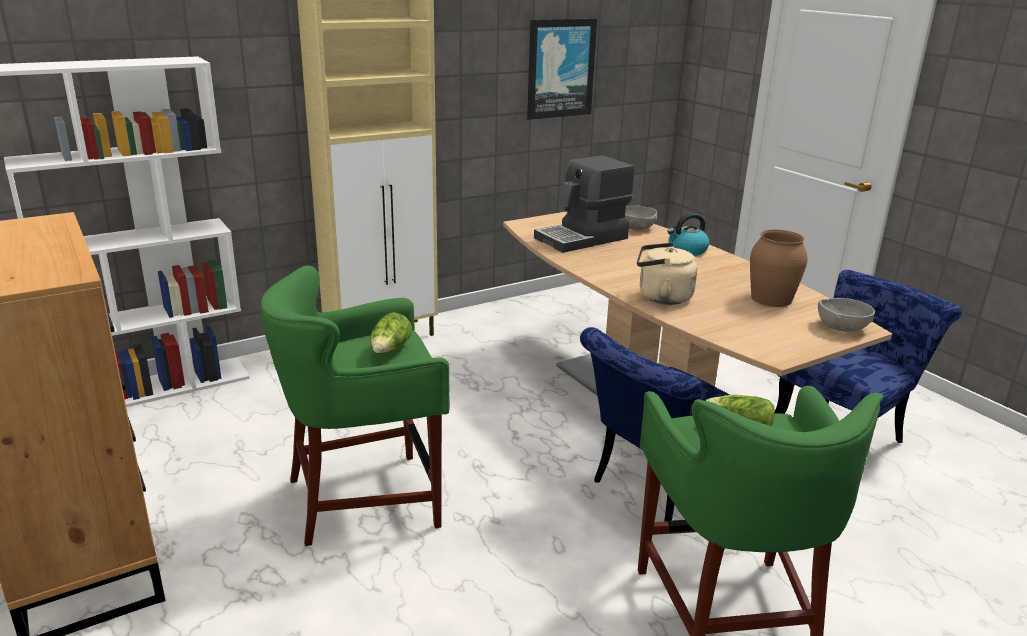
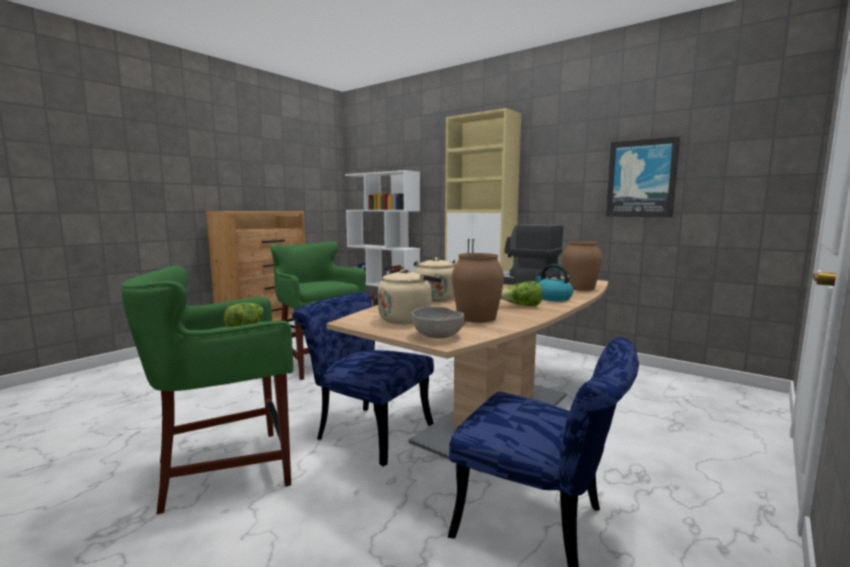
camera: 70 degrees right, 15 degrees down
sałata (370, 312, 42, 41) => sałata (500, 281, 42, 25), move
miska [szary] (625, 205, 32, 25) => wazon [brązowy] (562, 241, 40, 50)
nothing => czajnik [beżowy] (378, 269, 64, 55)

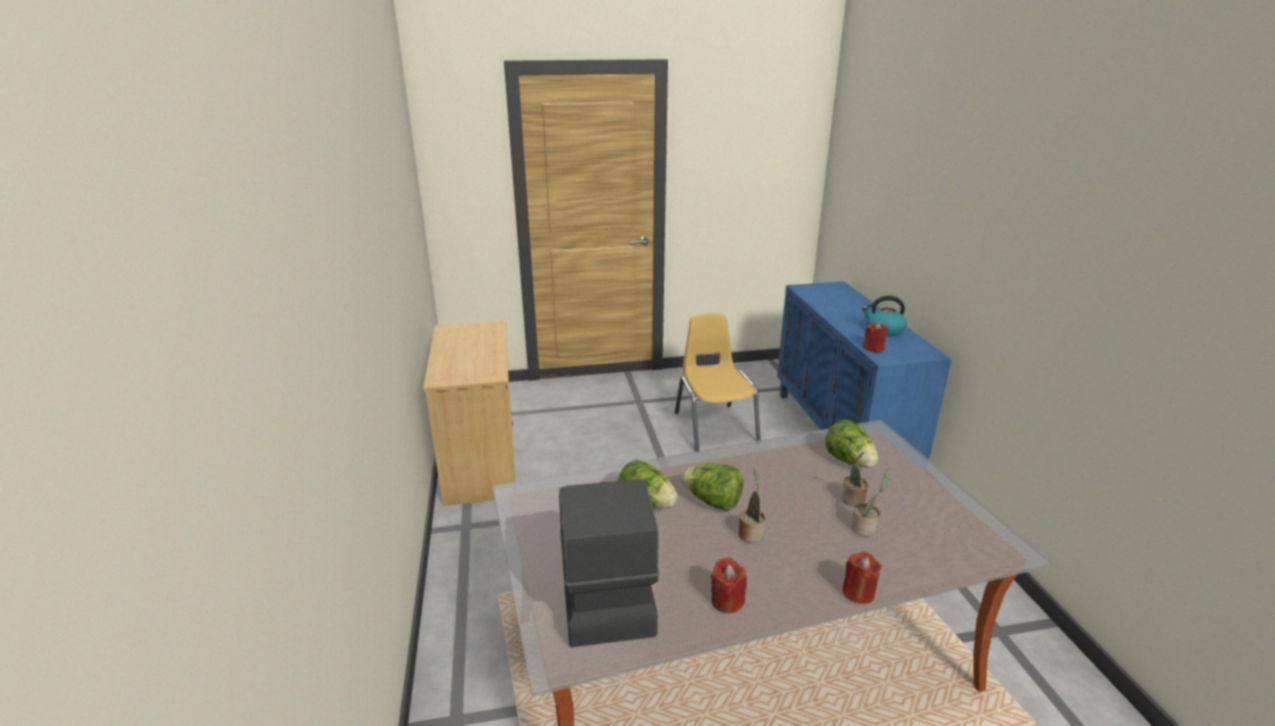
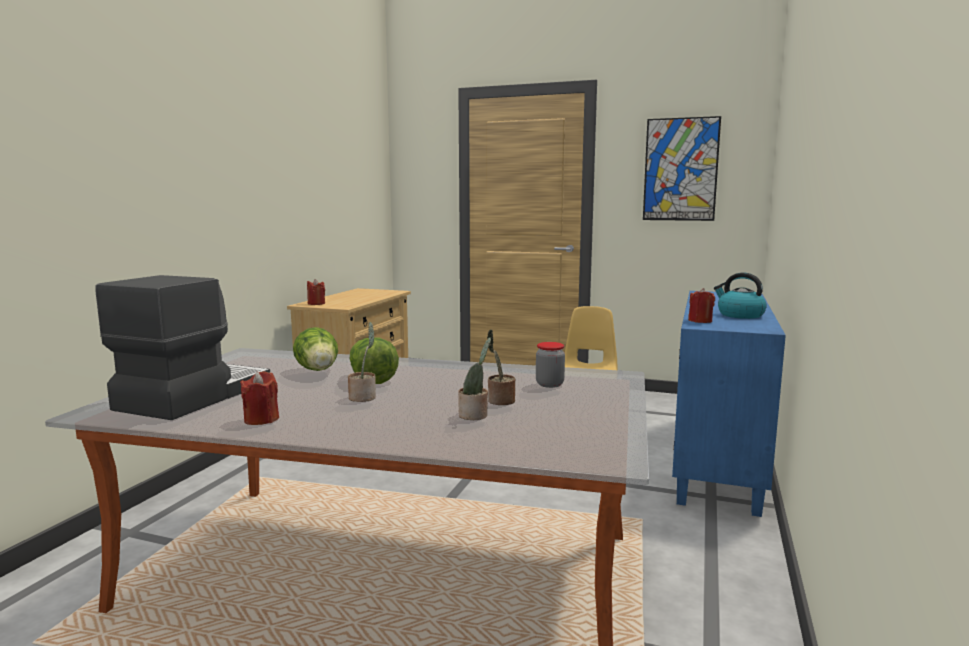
camera: 30 degrees right, 15 degrees down
sałata (825, 420, 53, 48) => słoik (536, 342, 29, 46)
świeca [czerwony] (842, 552, 40, 52) => świeca [czerwony] (307, 279, 18, 26), move
nothing => obraz (643, 116, 78, 105)

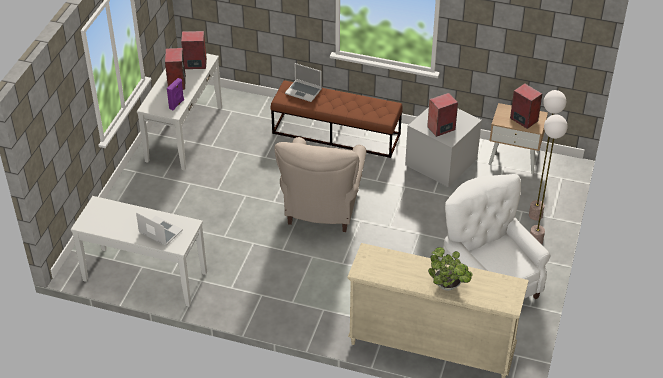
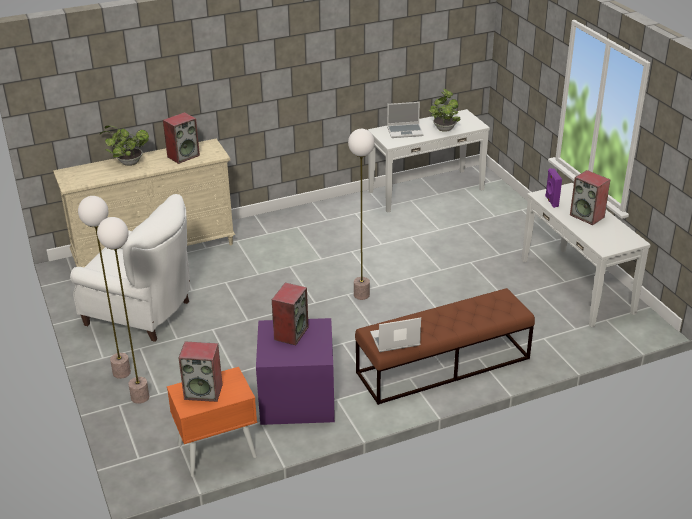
camera: 140 degrees right, 10 degrees down
głośnik (181, 31, 26, 38) => głośnik (163, 112, 37, 52), move
fotel [beżowy] (274, 137, 92, 95) => lampa stojąca (348, 129, 27, 171)
laptop (285, 63, 37, 39) => laptop (370, 317, 51, 35), move
pojemnik do przechowywania [szary] (405, 107, 77, 80) => pojemnik do przechowywania [fioletowy] (256, 318, 79, 107)
szafka nocna [beżowy] (489, 103, 59, 71) => szafka nocna [pomarańczowy] (167, 367, 90, 110)
nothing => roślina doniczkowa (429, 89, 31, 43)

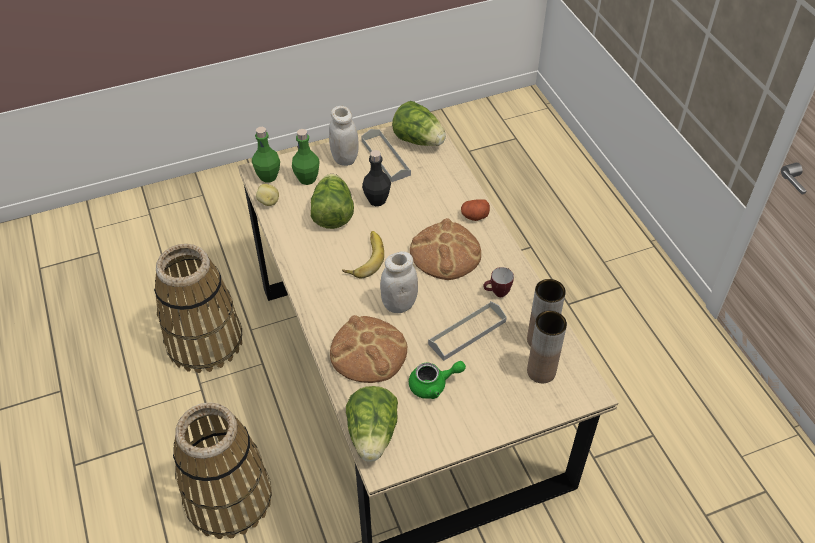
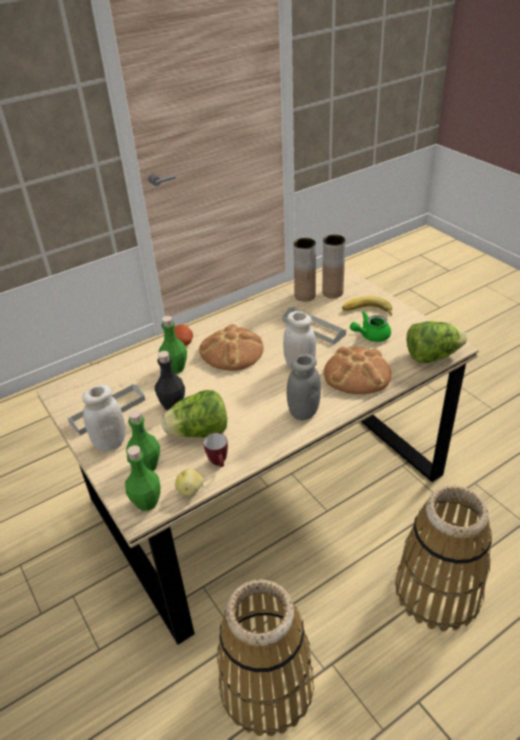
camera: 100 degrees left, 10 degrees down
banan (342, 231, 42, 47) => banan (342, 296, 50, 20), move
sałata (392, 101, 54, 45) => nothing
imbryk [zielony] (409, 361, 57, 38) => imbryk [zielony] (350, 311, 41, 31), 90 degrees counterclockwise
kubek (483, 267, 31, 30) => kubek (204, 433, 24, 34), move
nothing => butelka [zielony] (159, 316, 28, 58)
nothing => słoik [szary] (287, 354, 34, 66)

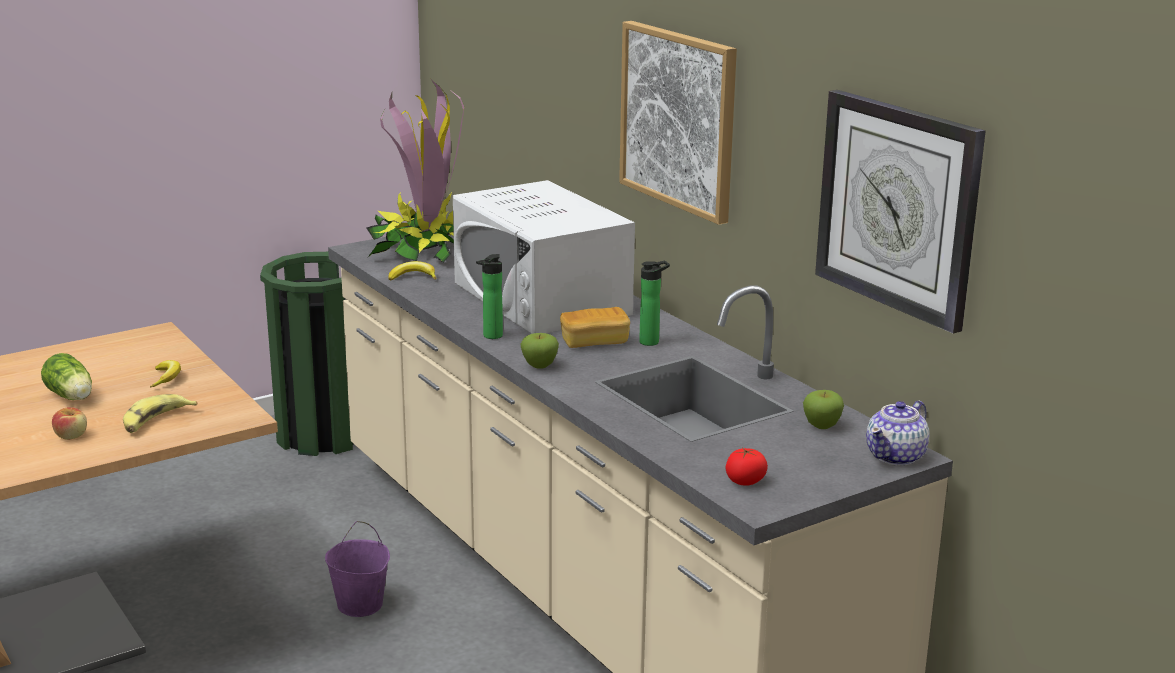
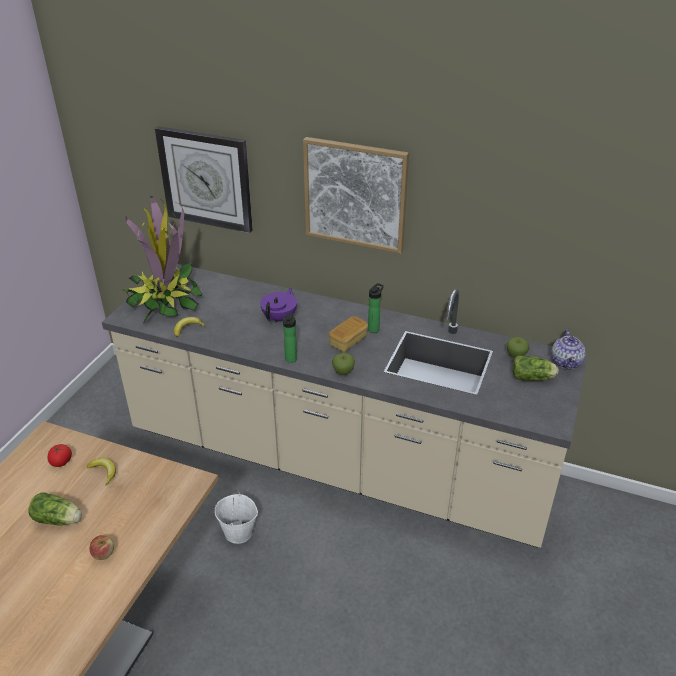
camera: 35 degrees left, 15 degrees up
banan (123, 394, 75, 39) => nothing
kosz na śmieci [zielony] (260, 252, 93, 204) => nothing
wiadro [fioletowy] (325, 521, 65, 96) => wiadro [biały] (215, 491, 43, 53)
mikrofalówka [biały] (453, 180, 182, 154) => imbryk [fioletowy] (260, 288, 37, 35)
pomidor (725, 448, 43, 38) => pomidor (48, 444, 24, 23), move
zegar ścienny (815, 90, 171, 244) => zegar ścienny (155, 126, 98, 107), move
nothing => sałata (512, 355, 46, 26)

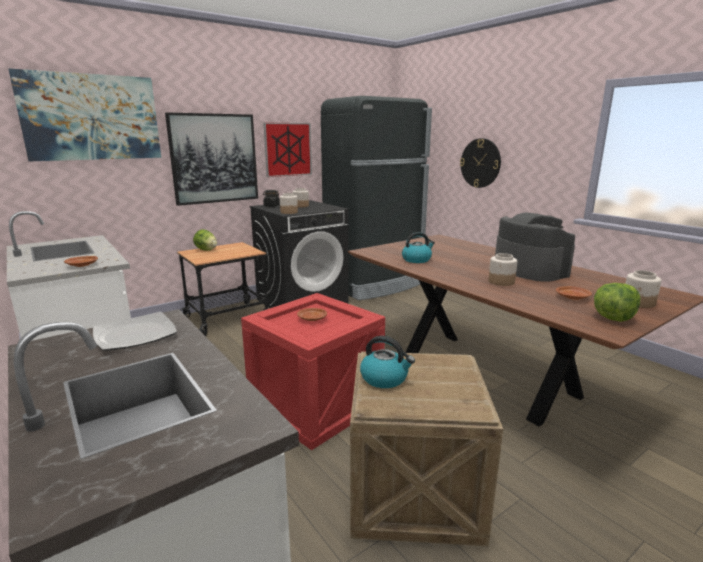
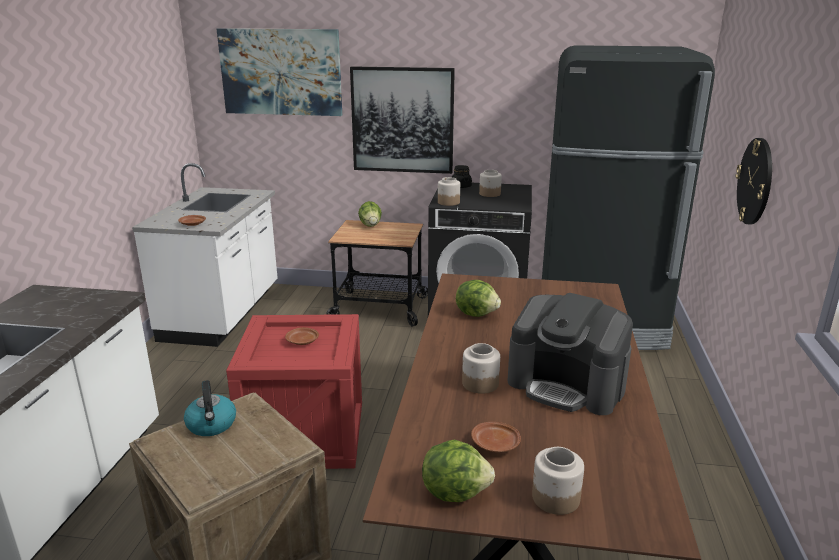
camera: 45 degrees right, 5 degrees up
talerz (93, 312, 84, 39) => nothing
obraz (263, 123, 49, 54) => nothing
czajnik (402, 232, 33, 31) => sałata (456, 280, 45, 37)
ekspres do kawy (495, 213, 80, 69) => ekspres do kawy (508, 293, 125, 122), 105 degrees clockwise

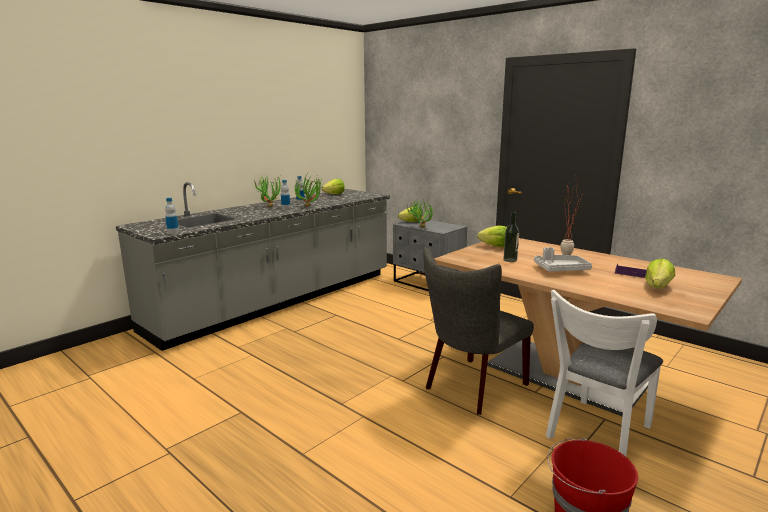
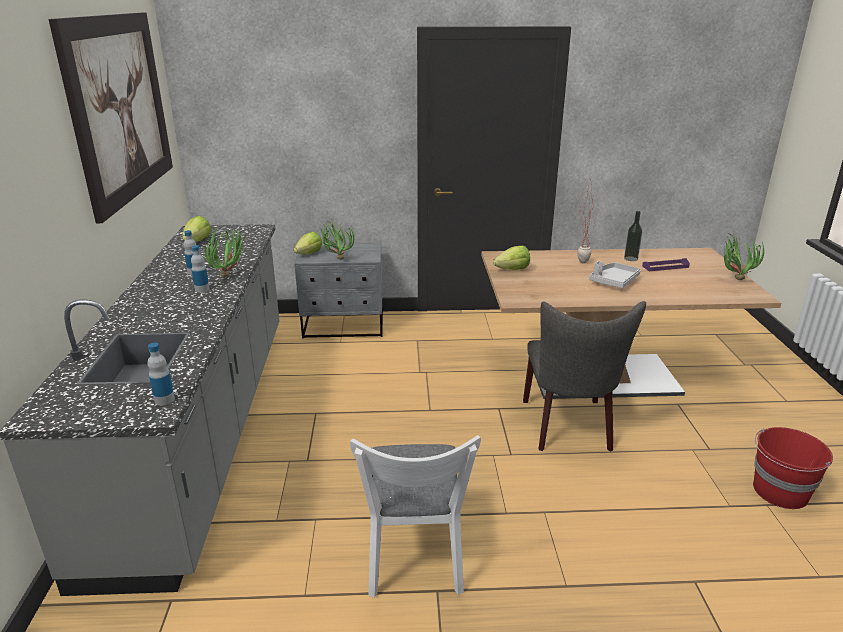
camera: 45 degrees left, 10 degrees up
roślina doniczkowa (253, 175, 29, 33) => roślina doniczkowa (723, 231, 41, 49), move
butelka (504, 211, 15, 51) => butelka (624, 211, 18, 50), move
krzesło [biały] (546, 290, 117, 166) => krzesło [biały] (350, 435, 131, 163), move
sałata (645, 258, 30, 30) => nothing
nothing => obraz (48, 13, 125, 210)

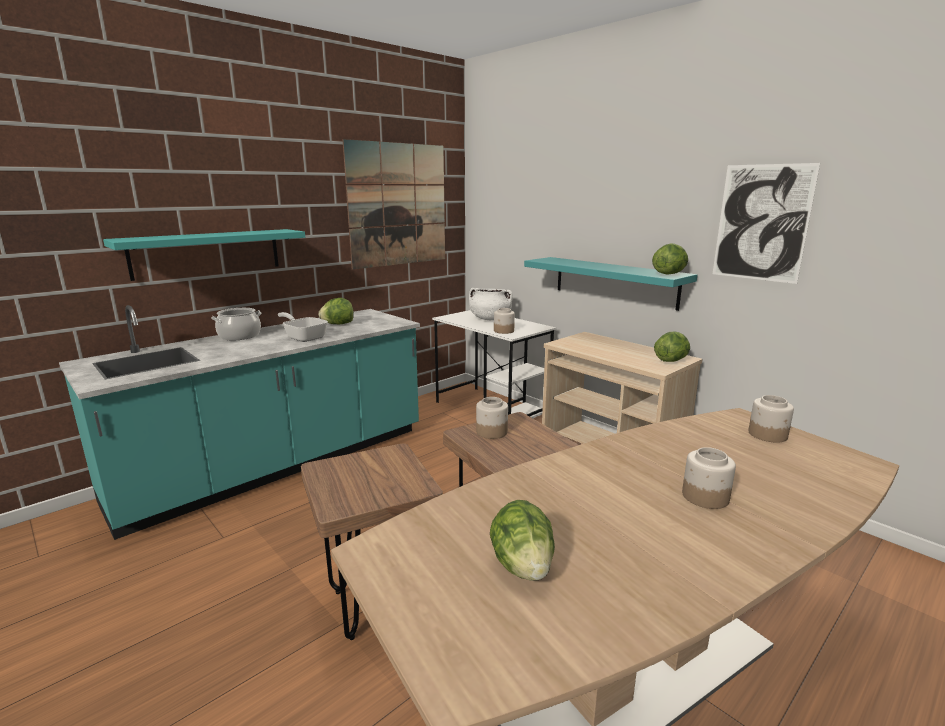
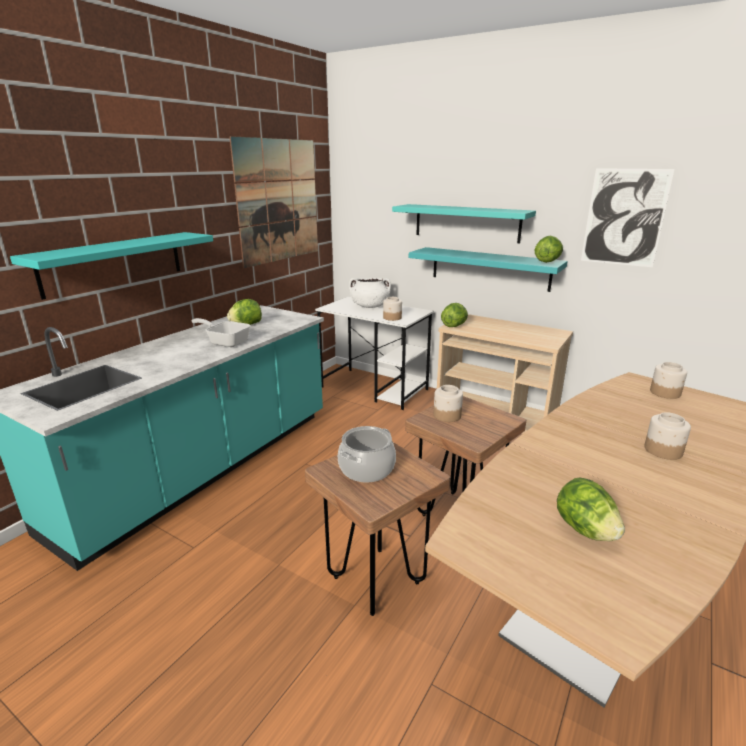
camera: 15 degrees left, 5 degrees up
garnek (211, 308, 51, 32) => garnek (338, 426, 58, 56), move
sałata (654, 332, 36, 30) => sałata (441, 303, 27, 24), move
nothing => półka [turkusowy] (392, 204, 144, 39)

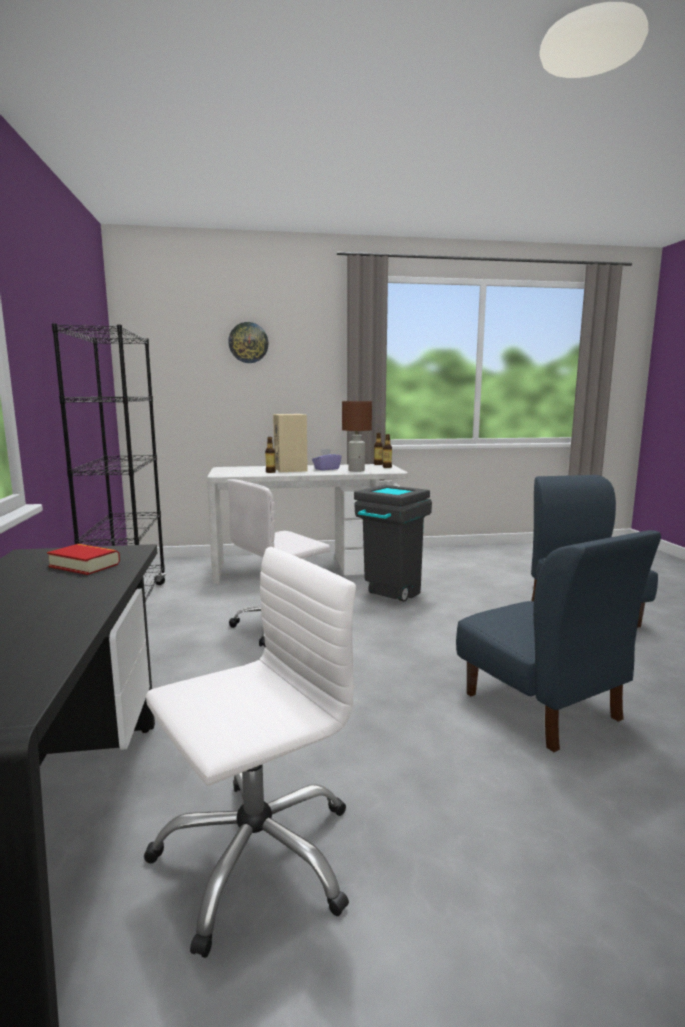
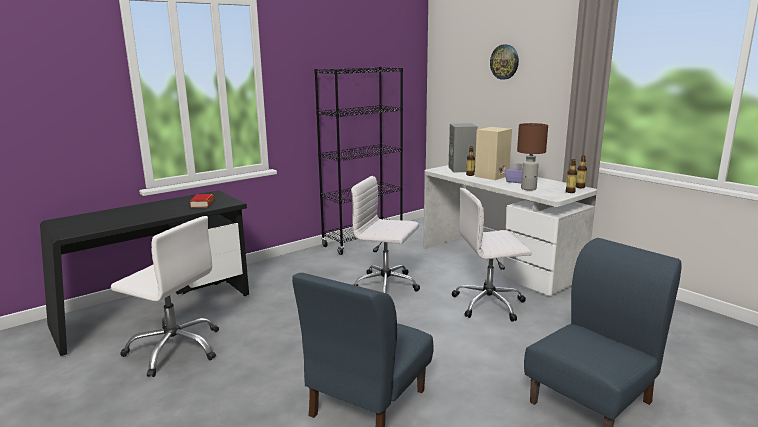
camera: 60 degrees right, 5 degrees up
kosz na śmieci [szary] (354, 485, 78, 117) => krzesło biurowe [biały] (452, 188, 80, 134)
nothing => głośnik [szary] (449, 123, 29, 49)

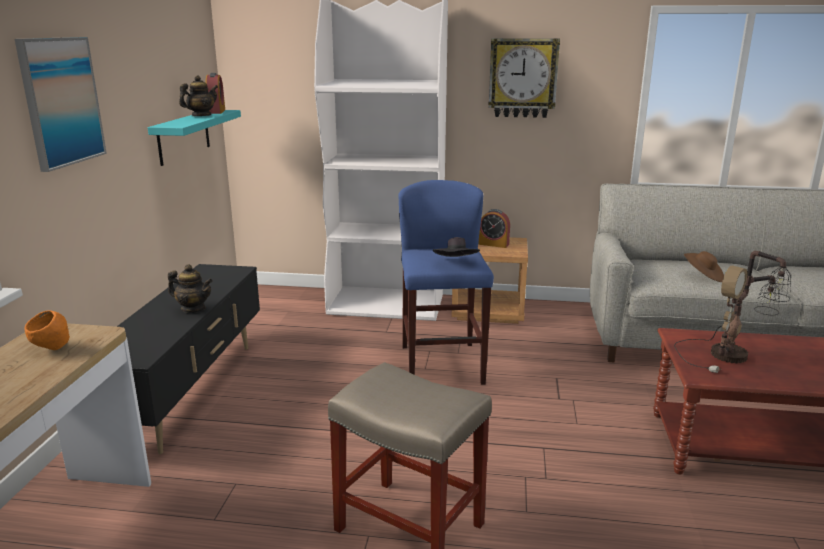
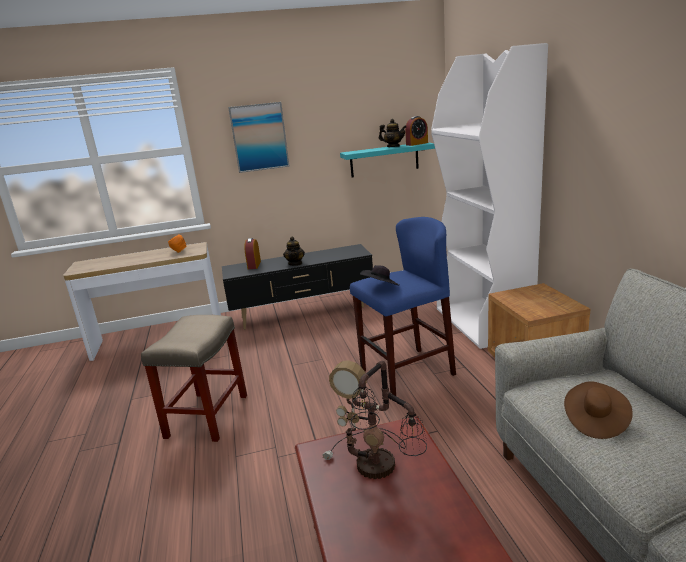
camera: 70 degrees right, 0 degrees up
budzik (478, 209, 32, 39) => budzik (245, 238, 16, 31), move
zegar ścienny (489, 38, 71, 80) => nothing

